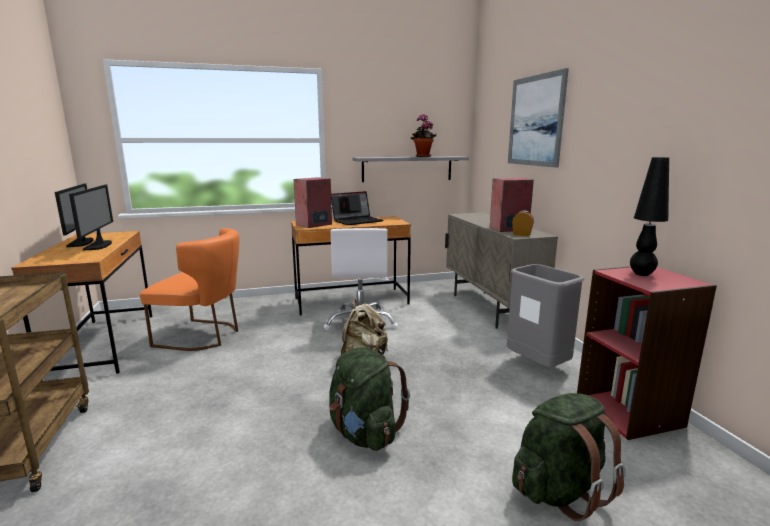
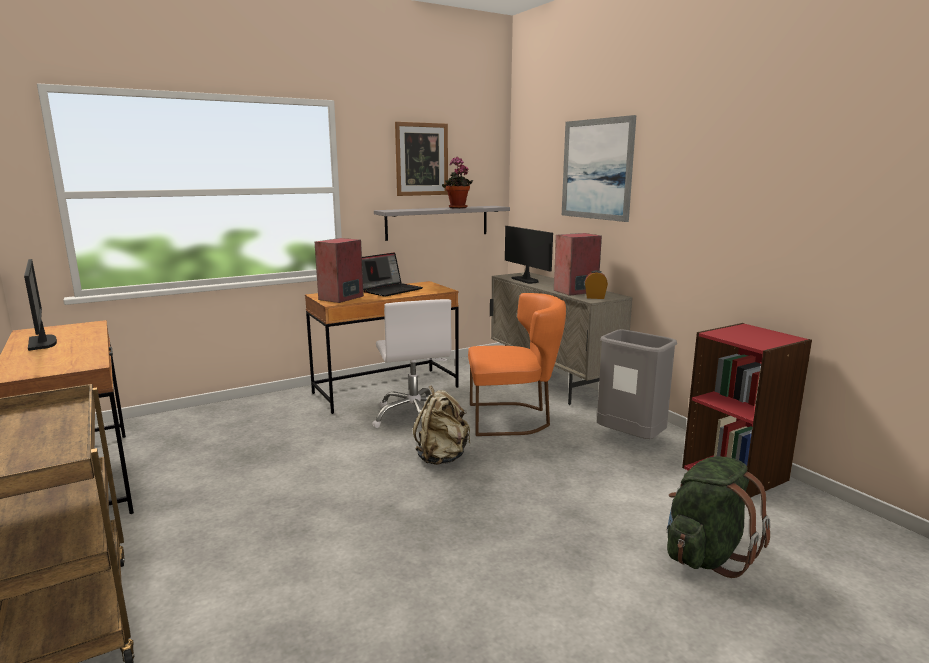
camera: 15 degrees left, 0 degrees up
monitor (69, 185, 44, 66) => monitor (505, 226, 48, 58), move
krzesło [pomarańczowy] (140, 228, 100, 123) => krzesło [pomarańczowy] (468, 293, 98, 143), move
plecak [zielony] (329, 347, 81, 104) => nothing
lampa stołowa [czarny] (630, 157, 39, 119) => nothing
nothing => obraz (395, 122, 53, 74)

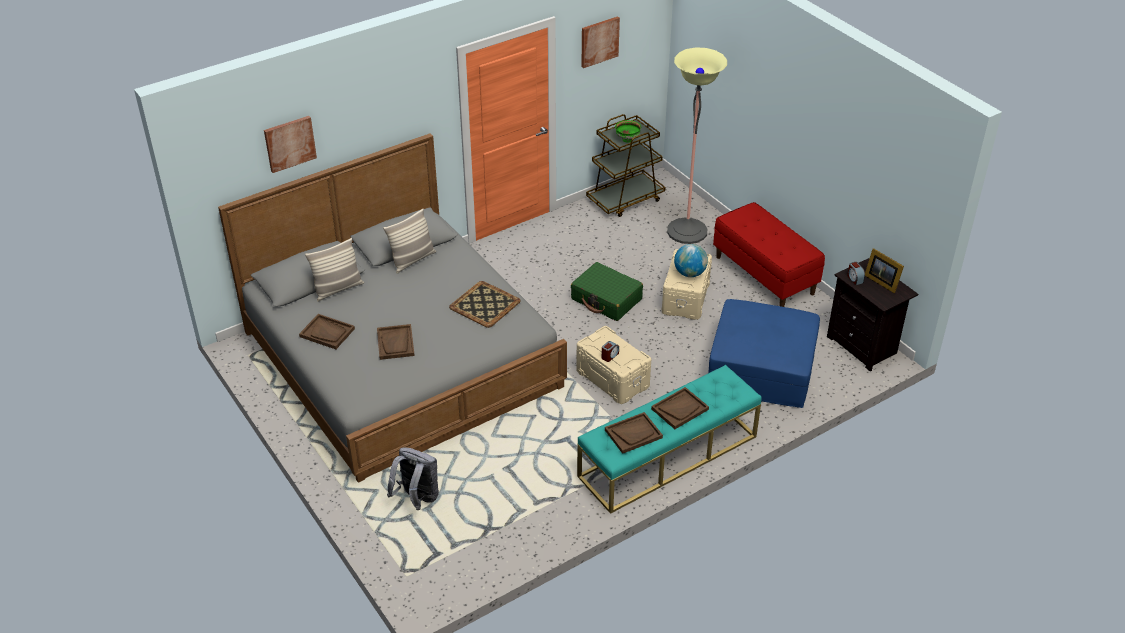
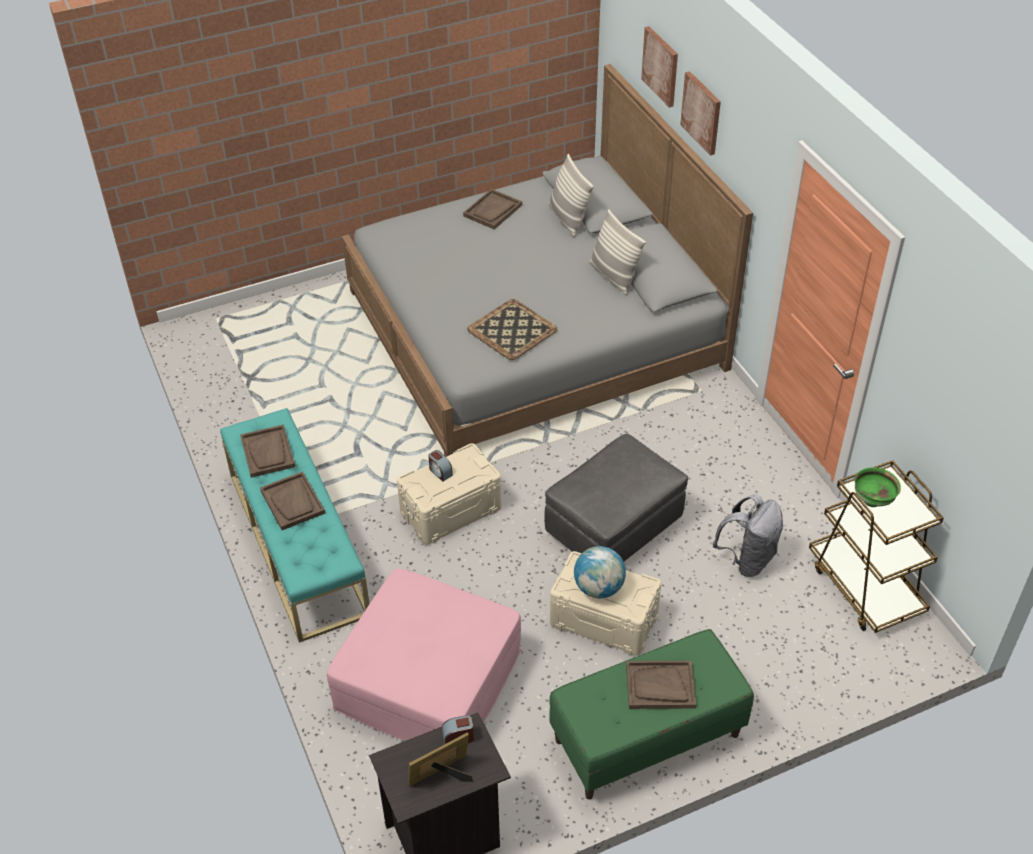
camera: 100 degrees right, 5 degrees up
taca [brązowy] (377, 324, 38, 36) => taca [brązowy] (626, 661, 70, 48), move
plecak [szary] (387, 448, 52, 62) => plecak [szary] (713, 494, 70, 83), move
walizka [zielony] (571, 262, 72, 59) => pufa [szary] (545, 433, 144, 129)
obraz (581, 16, 39, 52) => obraz (680, 71, 41, 85), move
lampa stojąca (667, 47, 60, 197) => nothing
pufa [niebieski] (708, 299, 112, 109) => pufa [różowy] (327, 569, 194, 172)
ławka [czerwony] (713, 202, 112, 105) => ławka [zielony] (549, 629, 205, 171)

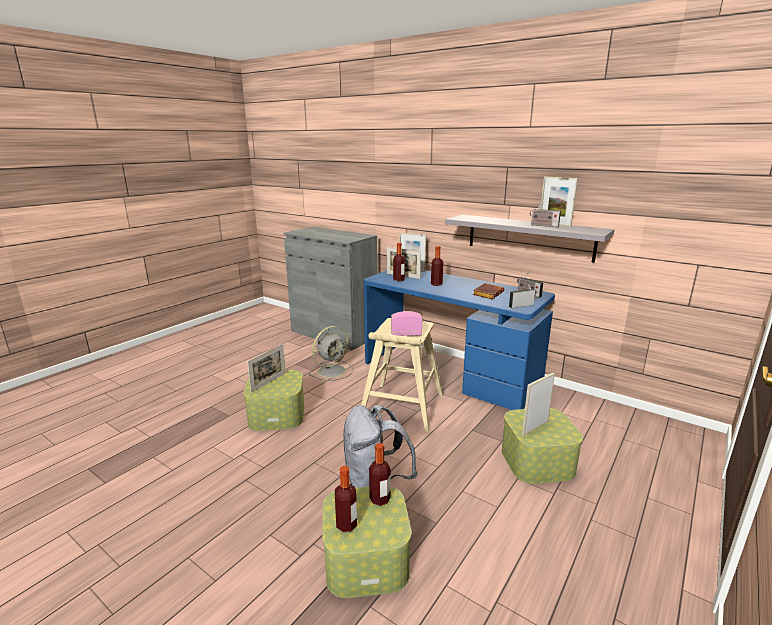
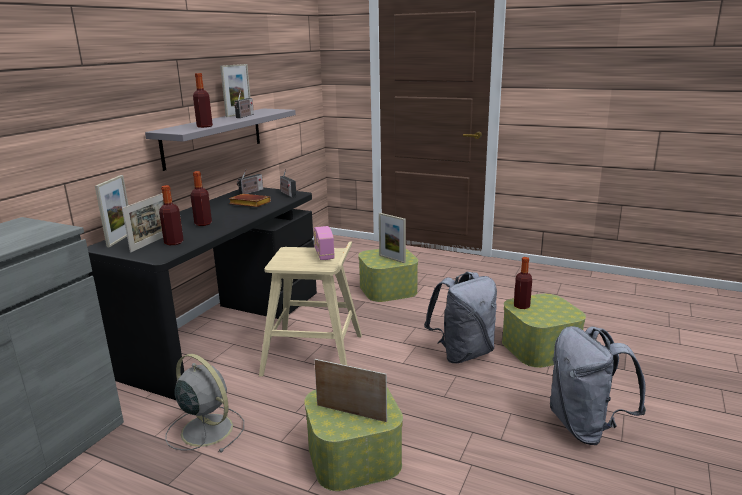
camera: 100 degrees left, 0 degrees up
butelka (335, 466, 22, 66) => butelka (193, 73, 20, 55), move
biurko [niebieski] (364, 270, 191, 140) => biurko [czarny] (87, 187, 230, 213)
nothing => plecak [szary] (550, 326, 96, 119)

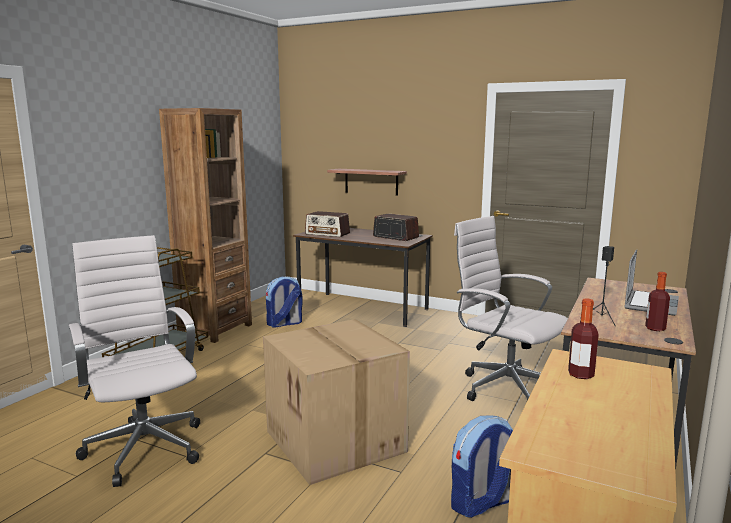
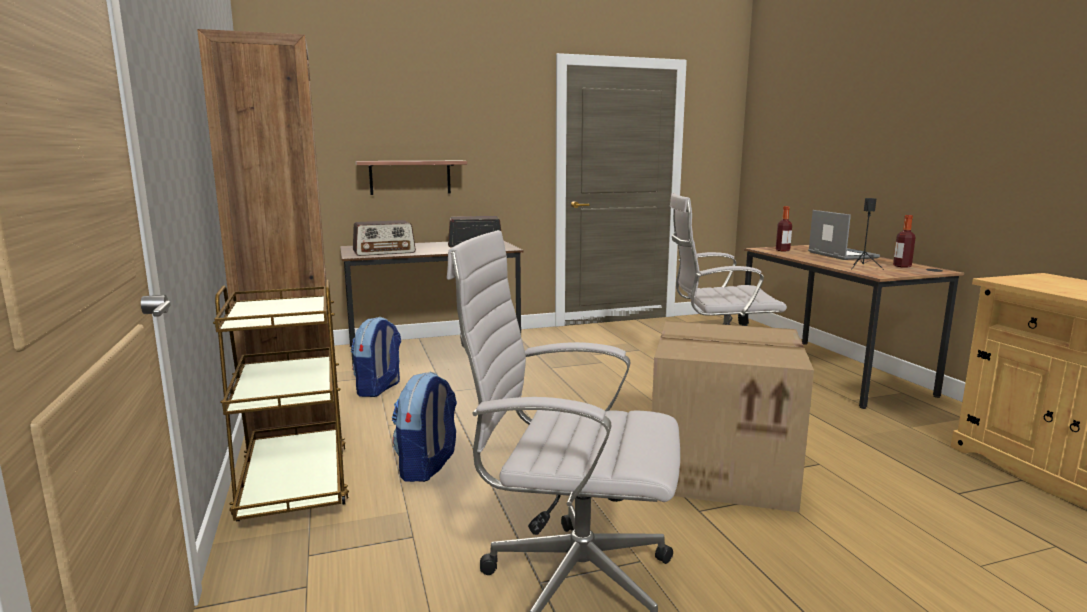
camera: 45 degrees left, 0 degrees up
plecak (451, 415, 62, 103) => plecak (392, 372, 65, 110), move
butelka (568, 298, 31, 81) => butelka (776, 206, 16, 46), move

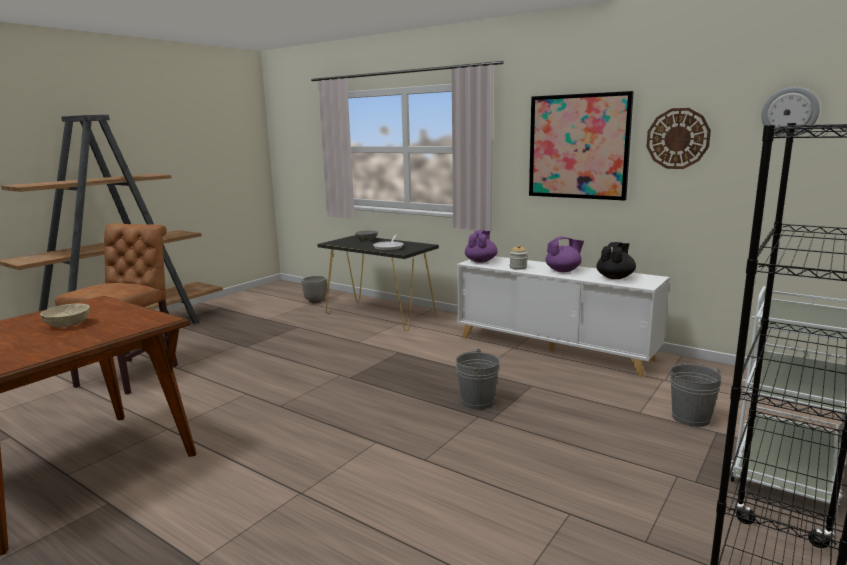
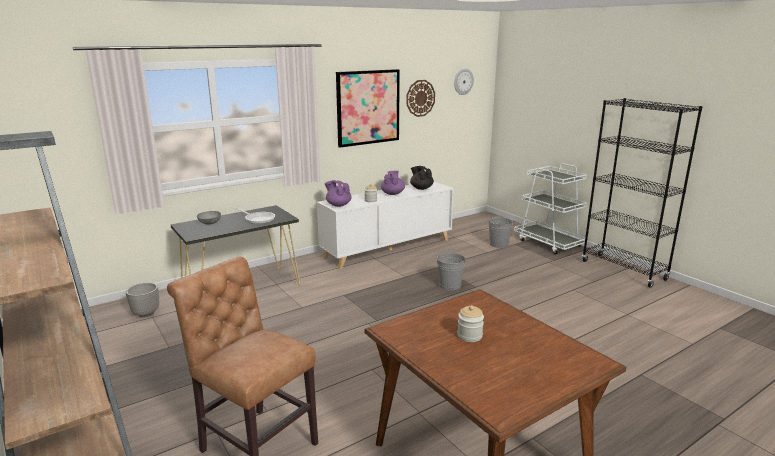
camera: 70 degrees left, 5 degrees up
miska [beżowy] (40, 303, 50, 24) => słoik (457, 305, 27, 37)

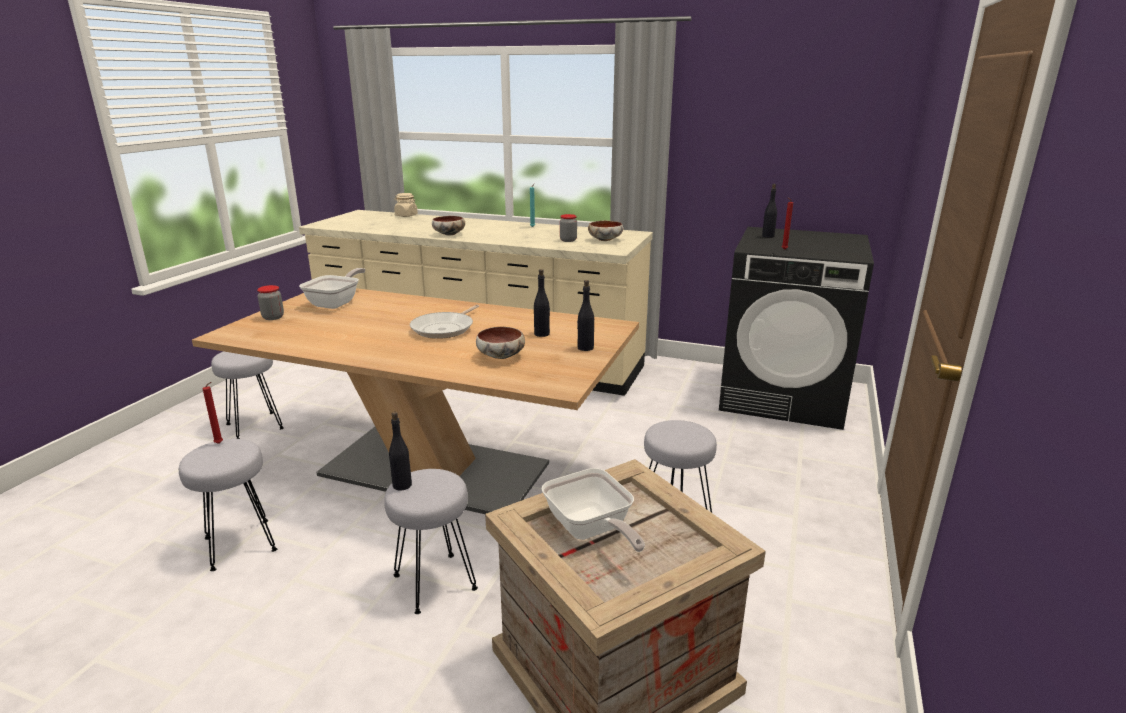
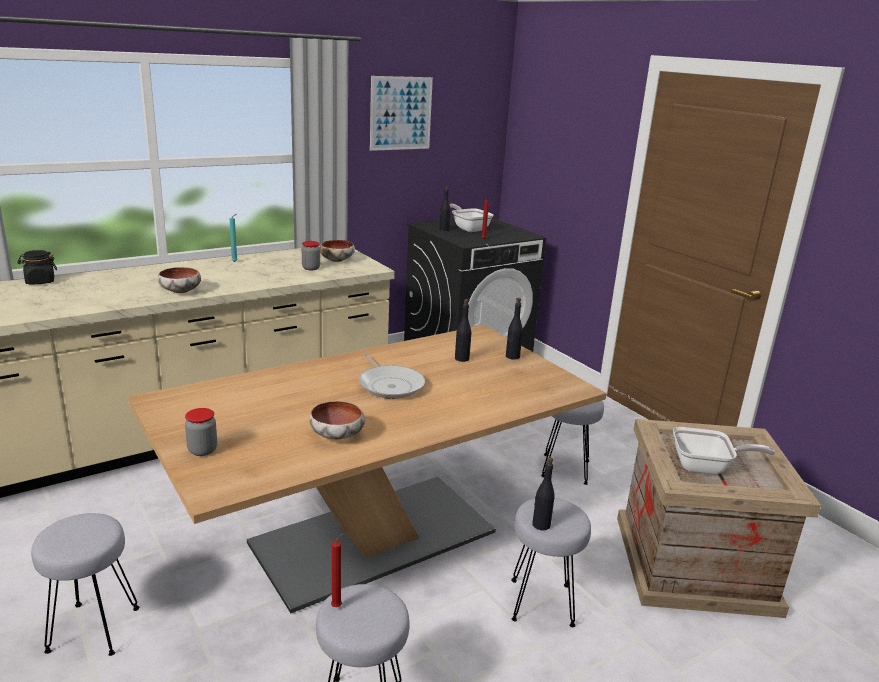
camera: 55 degrees left, 0 degrees up
patelnia (299, 268, 66, 41) => patelnia (450, 204, 43, 28), move
słoik [beżowy] (394, 193, 24, 24) => słoik [czarny] (17, 250, 40, 34)
miska (476, 327, 49, 32) => miska (309, 401, 56, 38), move
nothing => obraz (370, 76, 63, 75)

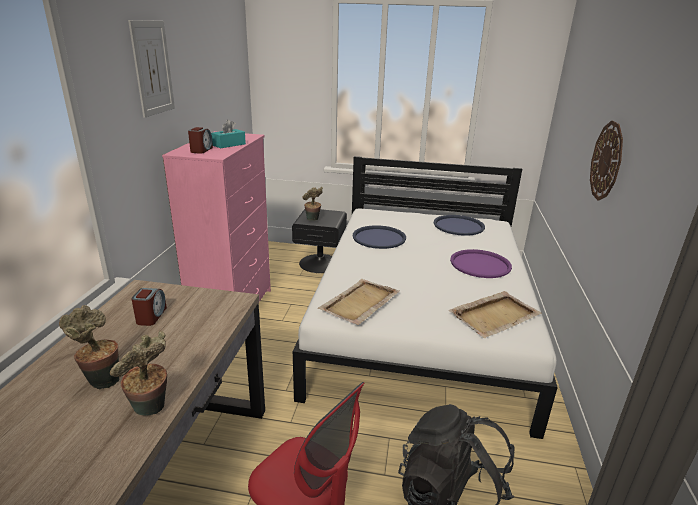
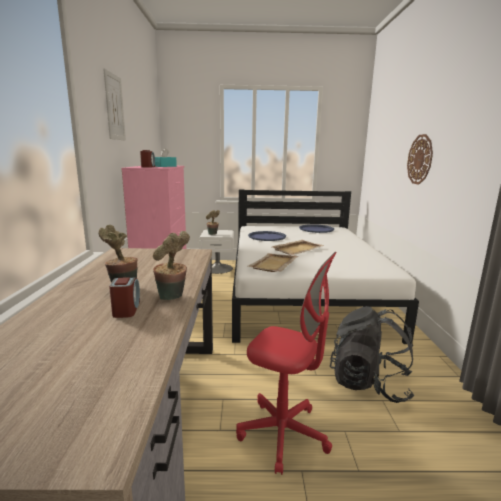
camera: 10 degrees left, 10 degrees down
budzik (131, 288, 36, 38) => budzik (109, 277, 31, 41), move
szafka nocna [czarny] (292, 209, 55, 64) => szafka nocna [biały] (199, 230, 35, 44)
taca [beżowy] (449, 291, 93, 47) => taca [beżowy] (272, 240, 52, 15), move
taca [fioletowy] (450, 249, 62, 29) => nothing

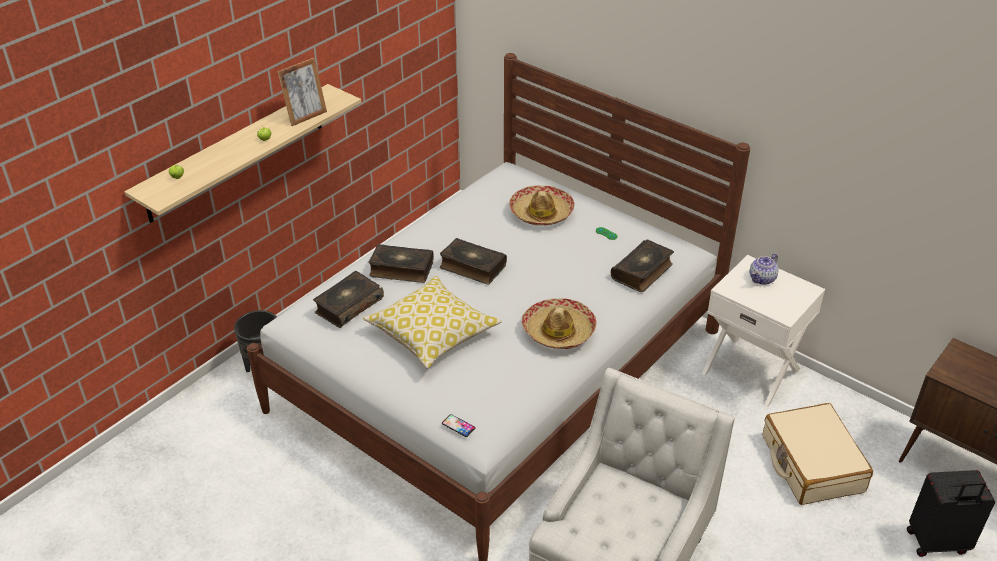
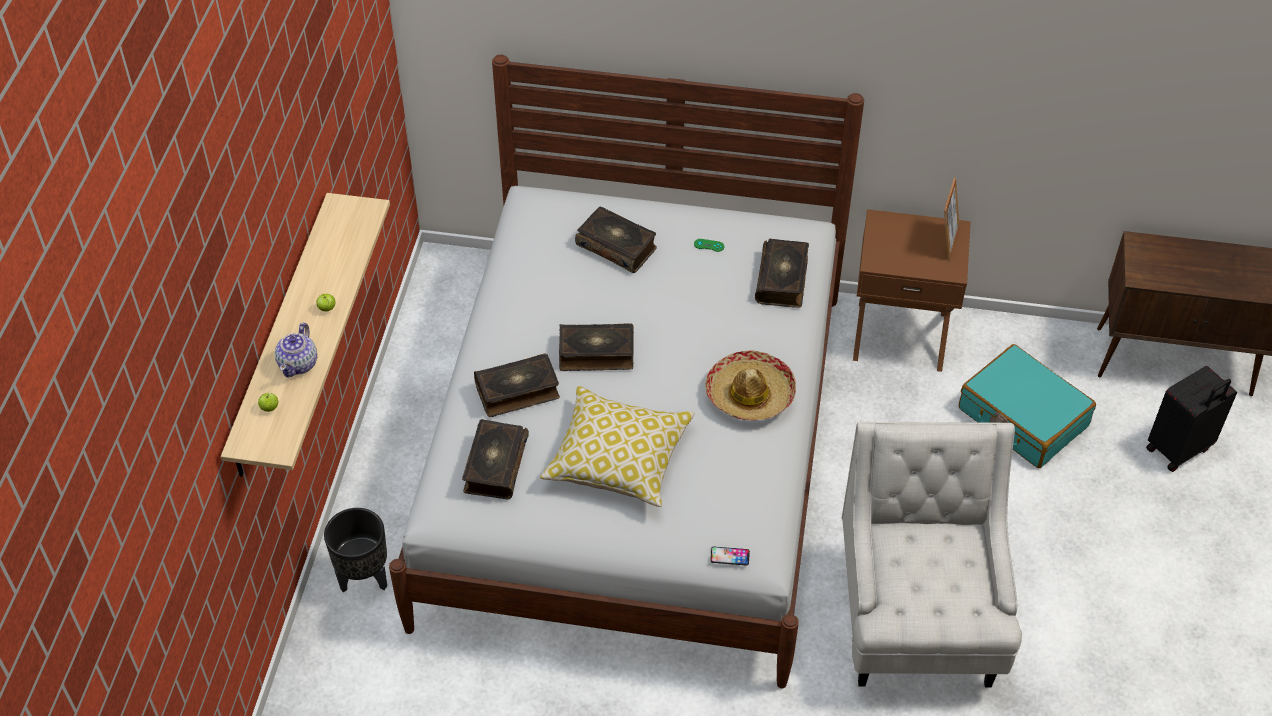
camera: 30 degrees left, 10 degrees up
ramka na zdjęcie (278, 58, 49, 68) => ramka na zdjęcie (944, 178, 16, 83), move
kapelusz (509, 185, 66, 41) => książka (575, 206, 82, 67)
szafka nocna [biały] (702, 255, 123, 152) => szafka nocna [brązowy] (853, 209, 117, 163)
imbryk (750, 253, 29, 32) => imbryk (275, 323, 42, 54), move
walizka [beżowy] (763, 403, 110, 102) => walizka [turkusowy] (959, 344, 137, 124)

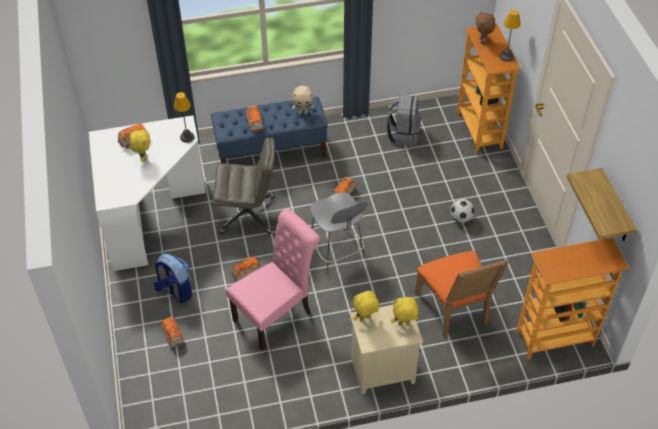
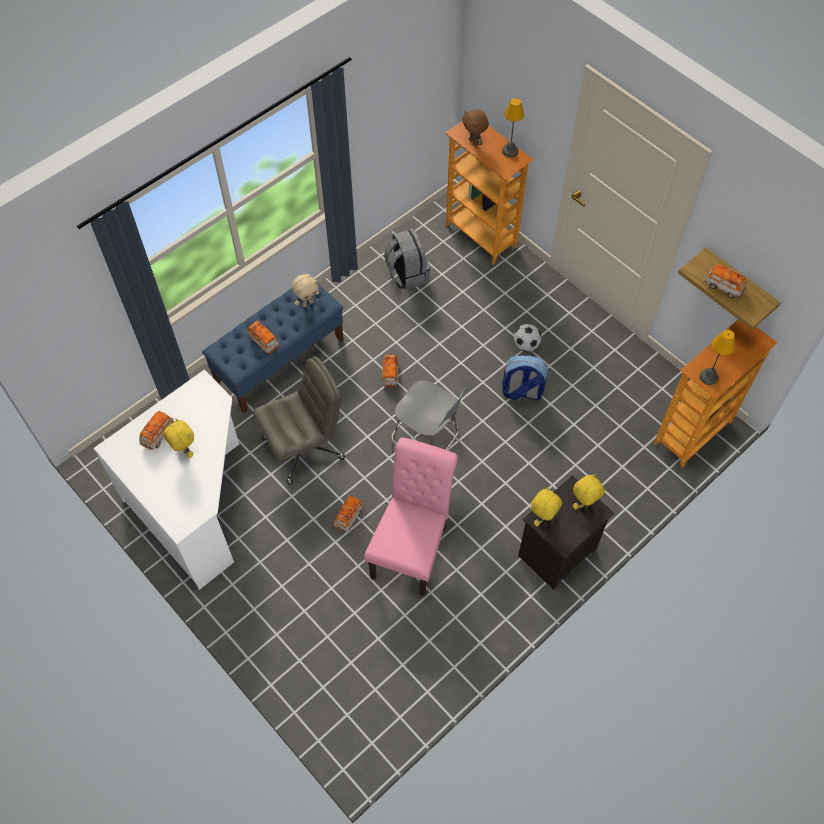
camera: 30 degrees left, 10 degrees up
plecak (153, 253, 39, 50) => plecak (502, 355, 46, 45), move
samochodzik (161, 317, 23, 31) => samochodzik (704, 264, 42, 34), move
lampa stołowa (174, 92, 20, 51) => lampa stołowa (699, 330, 36, 55), move
szafka nocna [beżowy] (350, 305, 73, 89) => szafka nocna [czarny] (518, 475, 96, 115)
krzesło [pomarańczowy] (415, 251, 94, 87) => nothing

